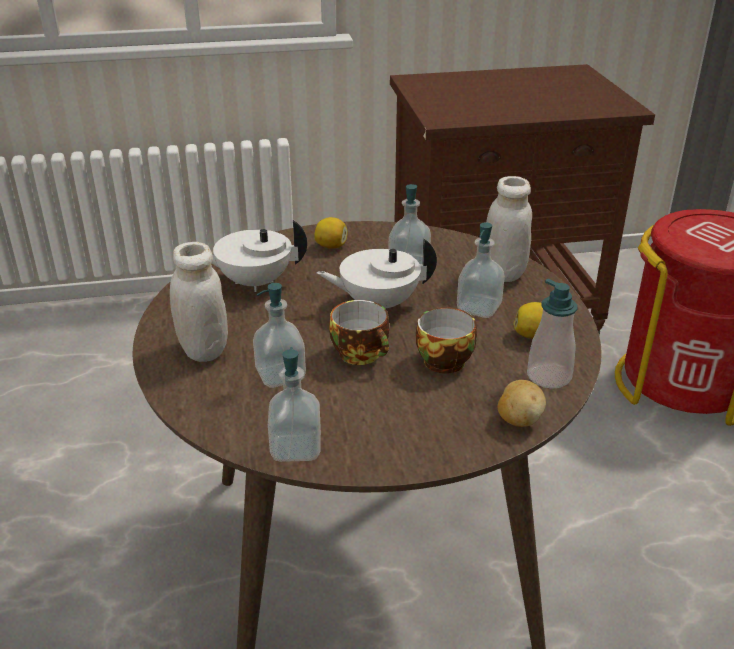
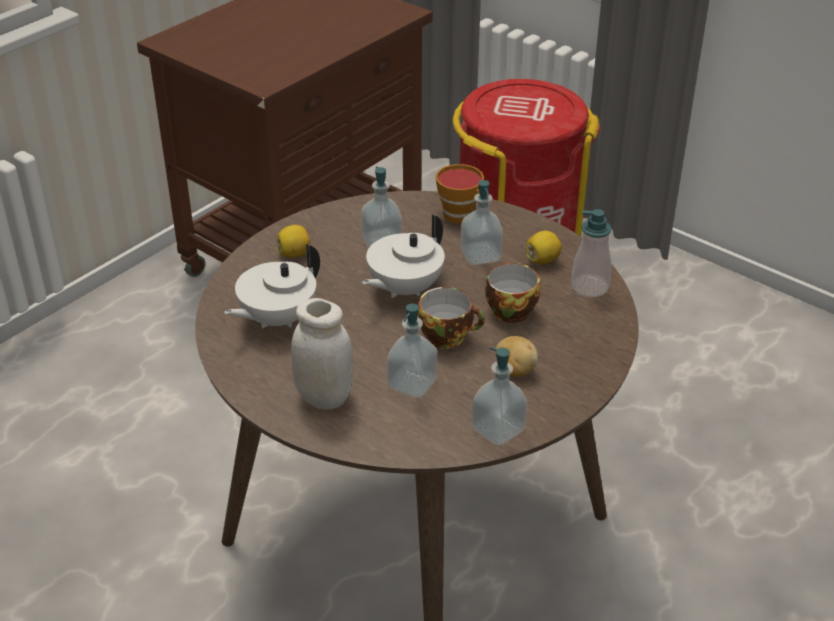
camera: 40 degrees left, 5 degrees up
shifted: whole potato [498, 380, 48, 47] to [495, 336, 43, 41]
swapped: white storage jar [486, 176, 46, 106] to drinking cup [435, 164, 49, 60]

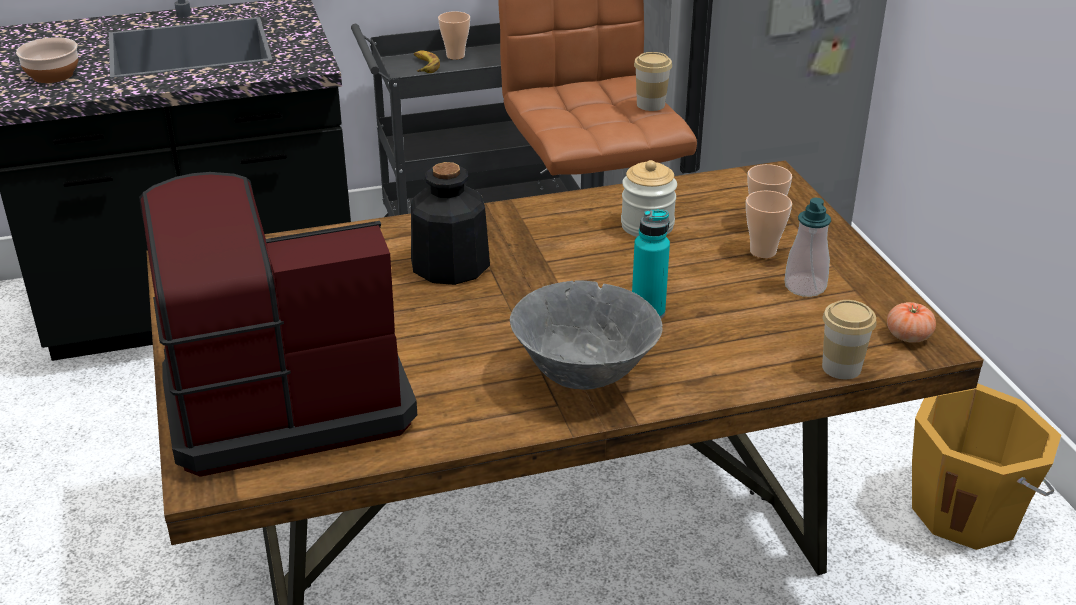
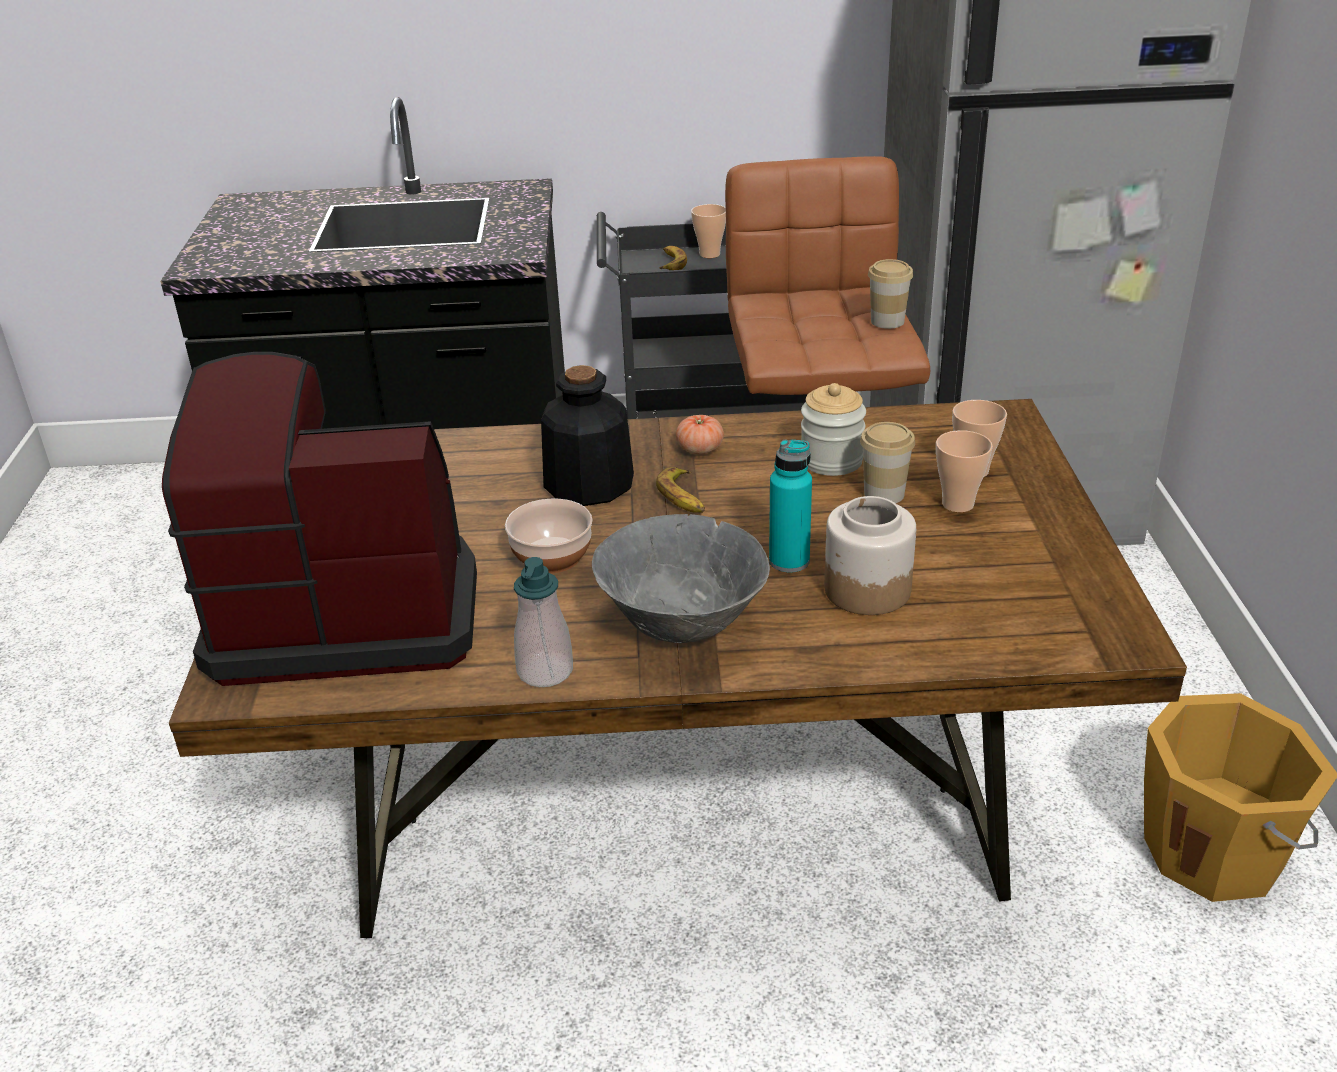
camera: 15 degrees right, 0 degrees up
new: whole banana [656, 467, 49, 46]; storage jar [824, 496, 92, 119]
shifted: serving bowl [16, 37, 62, 46] to [505, 499, 88, 75]; soap bottle [784, 198, 47, 99] to [514, 557, 59, 130]; fresh tomato [887, 302, 49, 41] to [676, 415, 48, 39]; drinking cup [822, 300, 54, 79] to [860, 422, 55, 81]

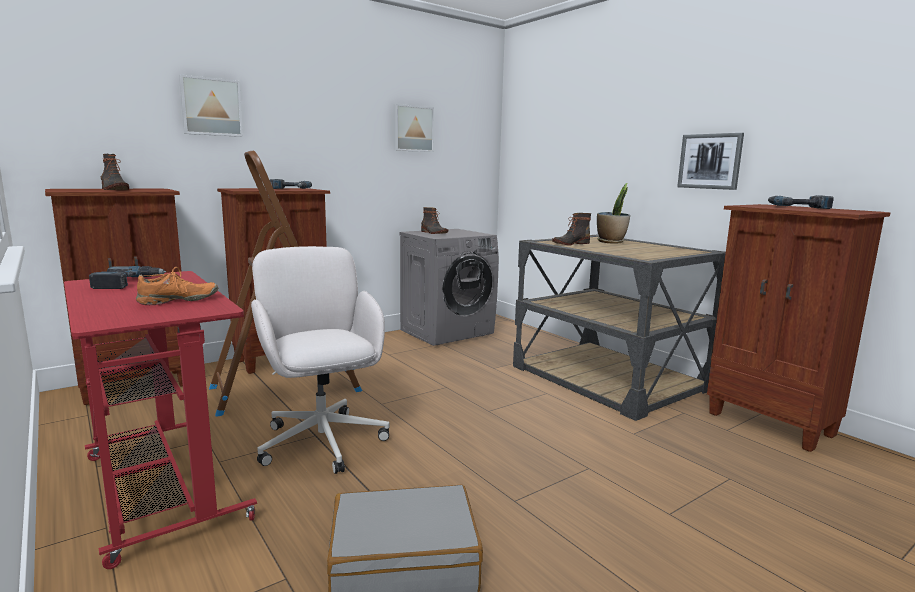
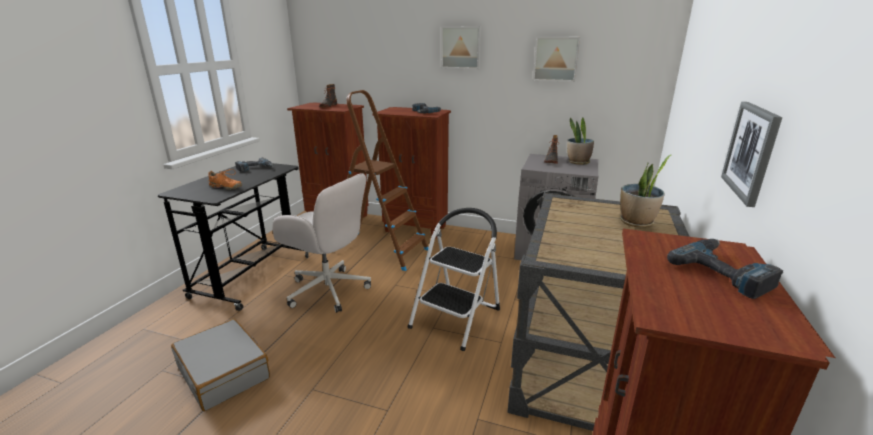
camera: 55 degrees right, 10 degrees up
gone: tall boot [552, 213, 39, 33]
new: step ladder [407, 208, 93, 143]; houseplant [567, 118, 27, 47]
shifted: wall picture [179, 74, 64, 63] to [441, 26, 40, 43]
repainted: reddish desk [64, 271, 193, 298] to black desk [158, 161, 151, 150]
rotated: white office chair [251, 246, 138, 228] = [273, 173, 98, 140] 90 degrees clockwise

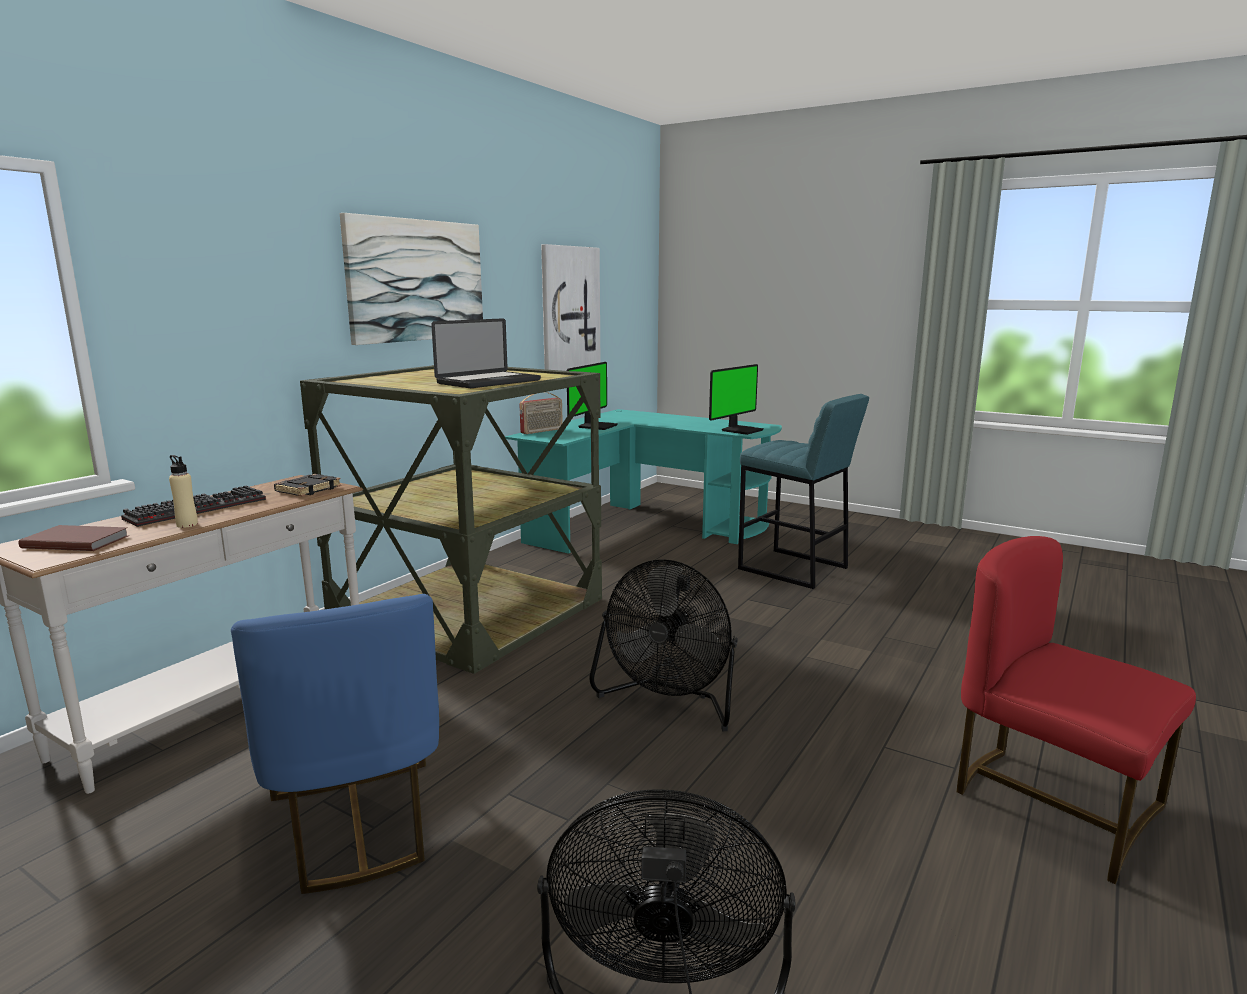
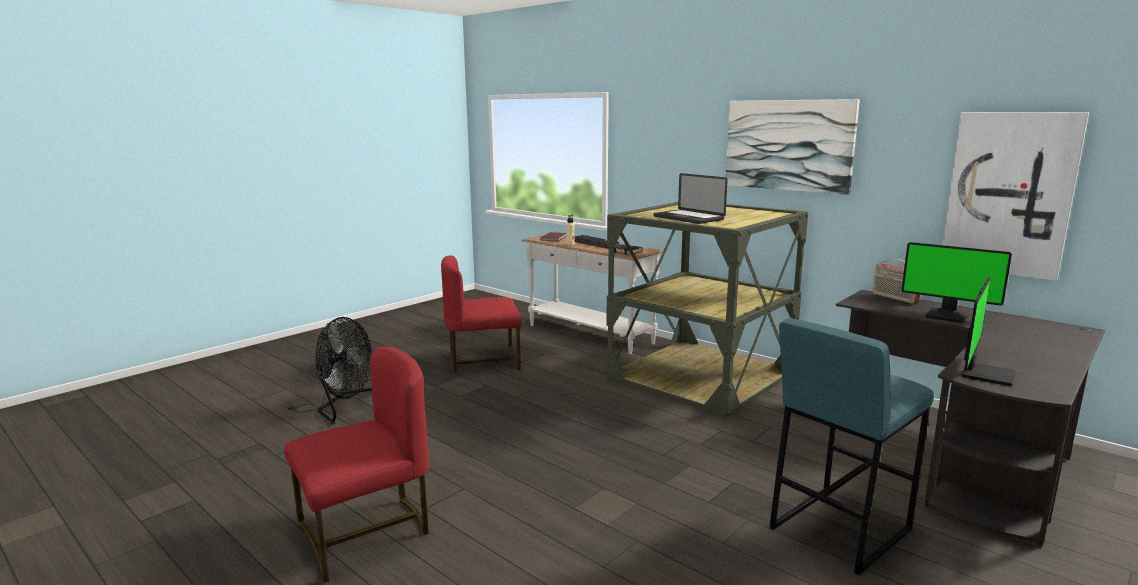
camera: 100 degrees right, 0 degrees up
gone: black cooling fan [589, 560, 149, 171]
repainted: blue-coloured upright chair [231, 594, 208, 300] to reddish upright chair [441, 255, 81, 117]; blue-green desk [505, 409, 277, 145] to black desk [836, 290, 269, 257]
rotated: computer screen [709, 364, 55, 71] = [962, 277, 54, 109] 105 degrees counterclockwise

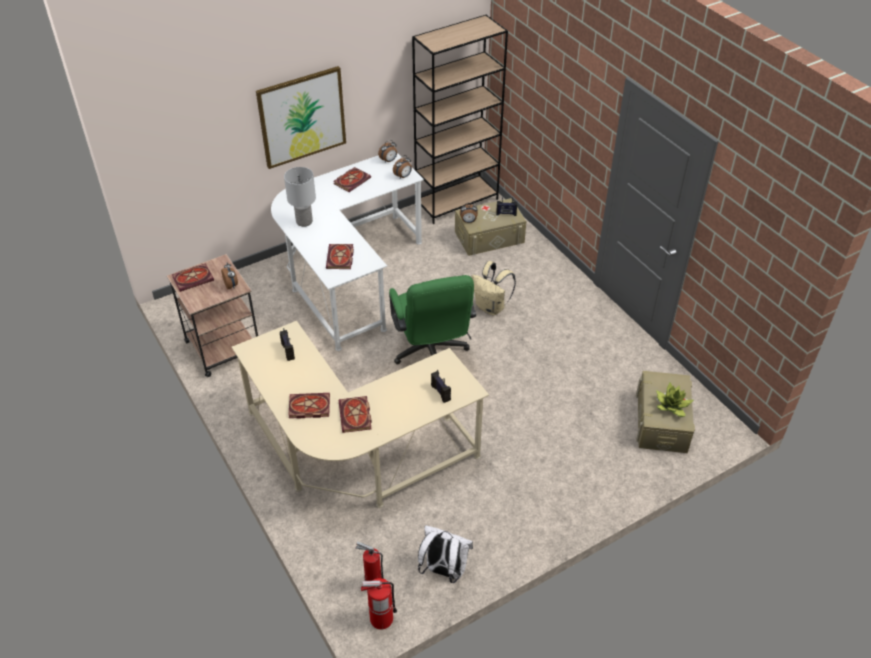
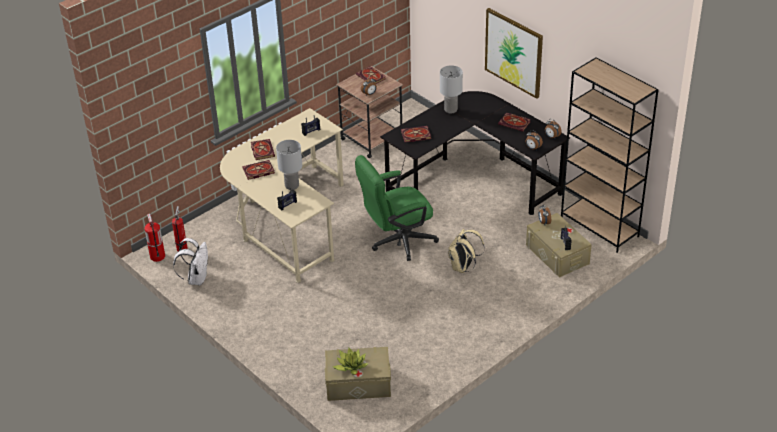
camera: 80 degrees right, 5 degrees down
new: gray lamp for a table [276, 140, 26, 50]
repainted: white desk [271, 153, 153, 198] to black desk [380, 91, 190, 124]

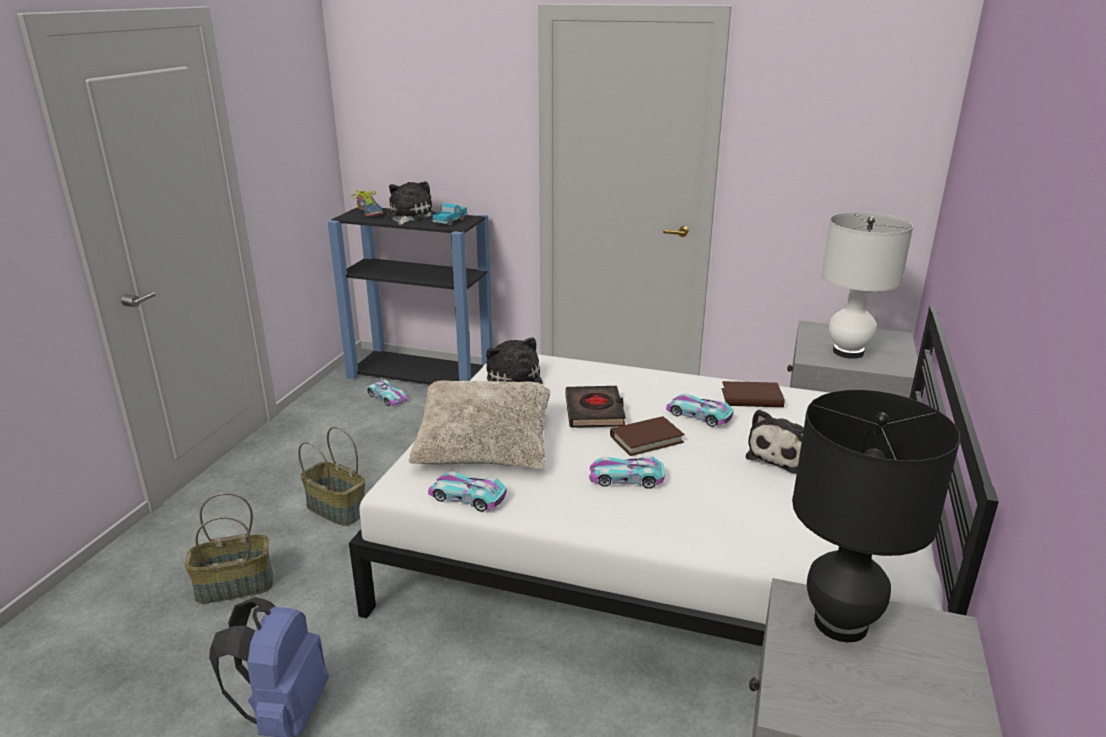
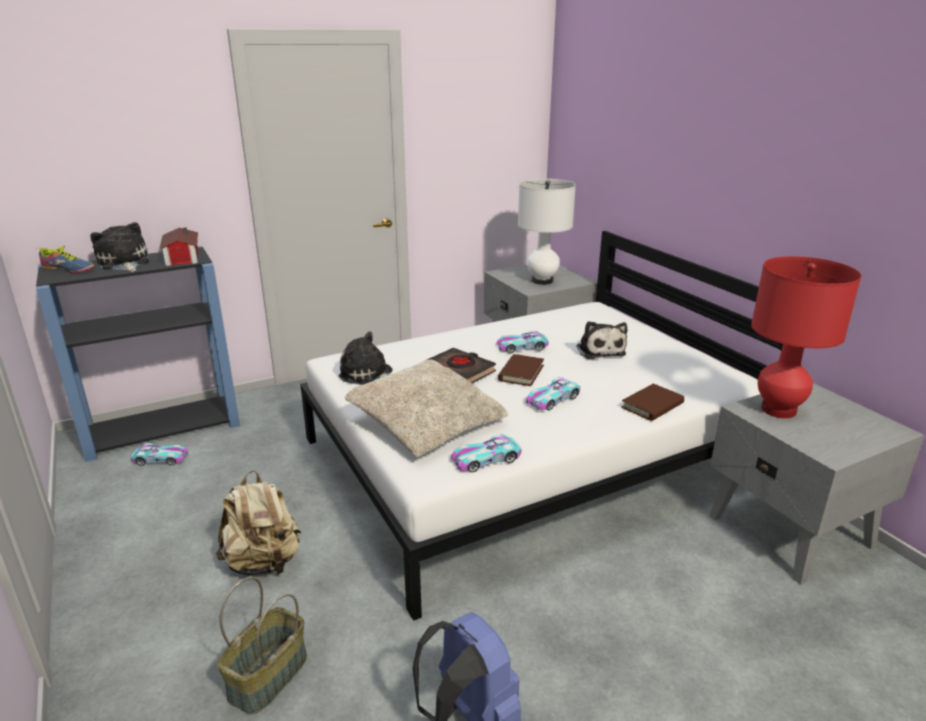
camera: 45 degrees left, 0 degrees up
shifted: brown-coloured volume [722, 381, 63, 26] to [621, 384, 63, 37]
swapped: toy truck [433, 203, 34, 23] to miniature house [159, 227, 39, 39]; household basket [298, 426, 67, 100] to beige knapsack [216, 470, 85, 106]
repainted: black lamp for a table [792, 390, 168, 252] to reddish lamp for a table [751, 256, 111, 162]

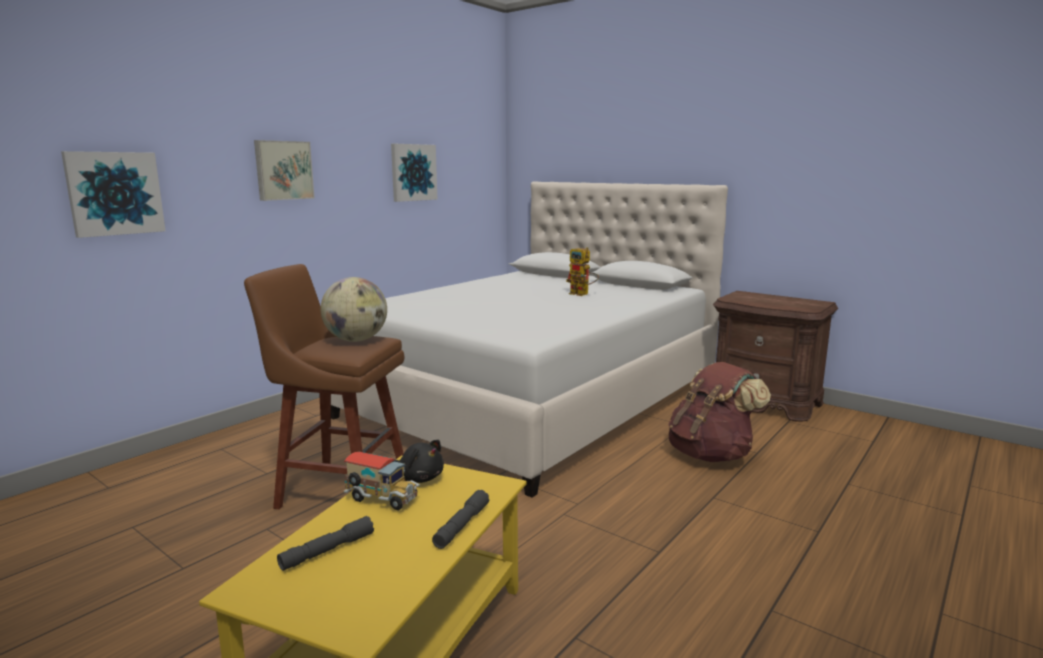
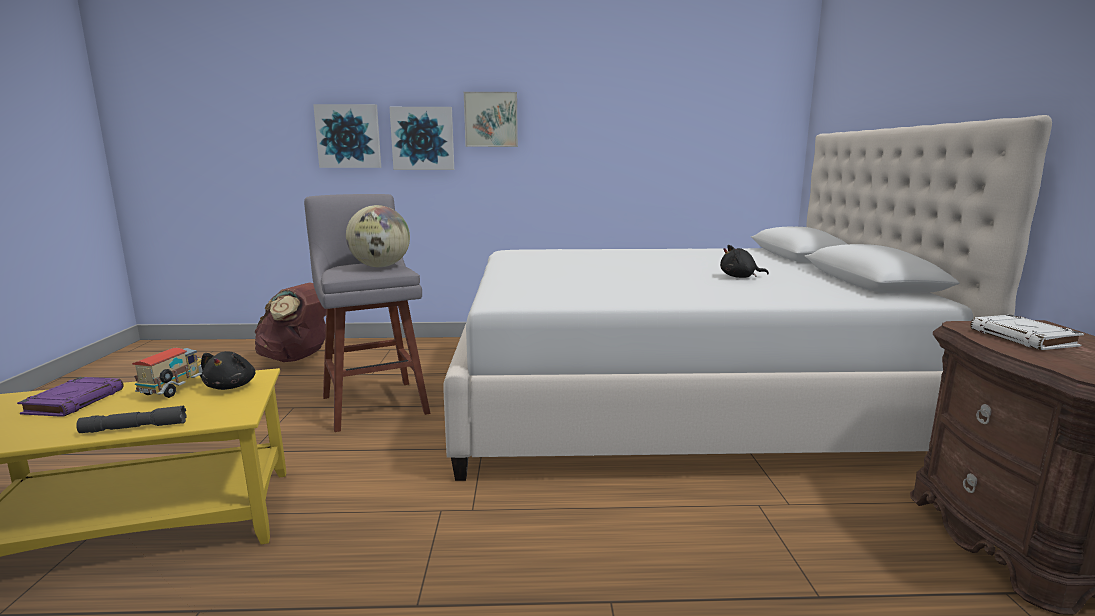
camera: 50 degrees right, 0 degrees up
new: white volume [970, 315, 114, 35]
shifted: brown-coloured knapsack [668, 362, 103, 100] to [255, 283, 71, 79]; wall picture [391, 144, 46, 58] to [389, 107, 65, 63]
swapped: gray flashlight [277, 516, 97, 55] to purplish volume [17, 377, 107, 40]; robot figure [566, 247, 33, 49] to black plush toy [720, 245, 49, 33]
repainted: brown-coloured stool [244, 264, 160, 245] to gray stool [304, 194, 127, 238]
rotated: toy truck [344, 452, 76, 58] = [132, 348, 71, 50] 150 degrees counterclockwise

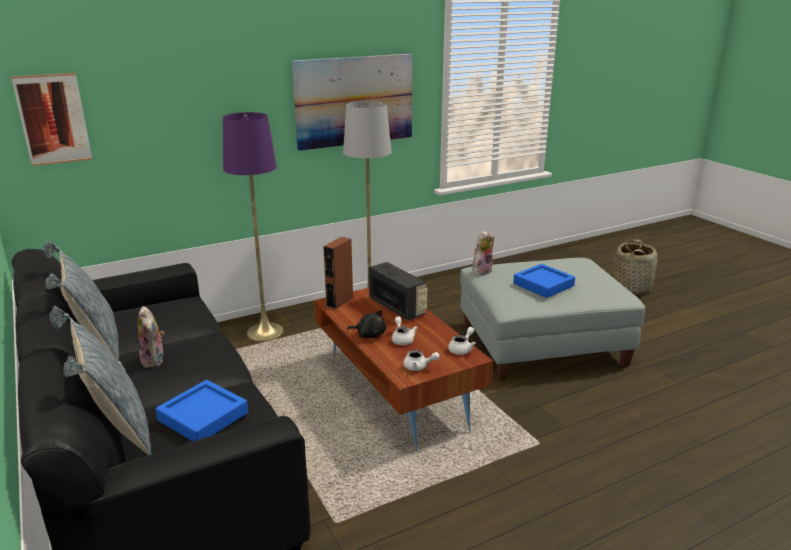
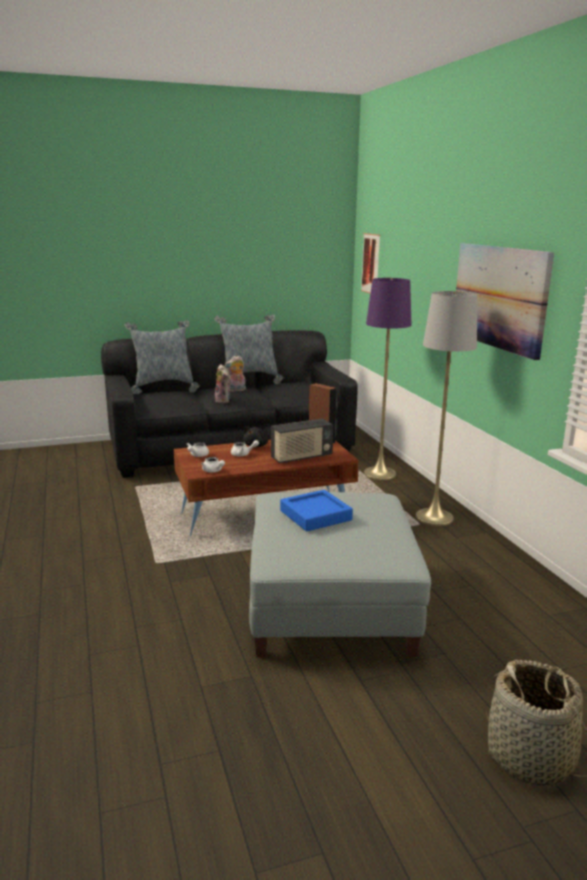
camera: 100 degrees right, 5 degrees down
gone: blue-coloured carrying tray [156, 380, 92, 61]
shifted: plush toy [473, 230, 21, 45] to [215, 364, 16, 39]

